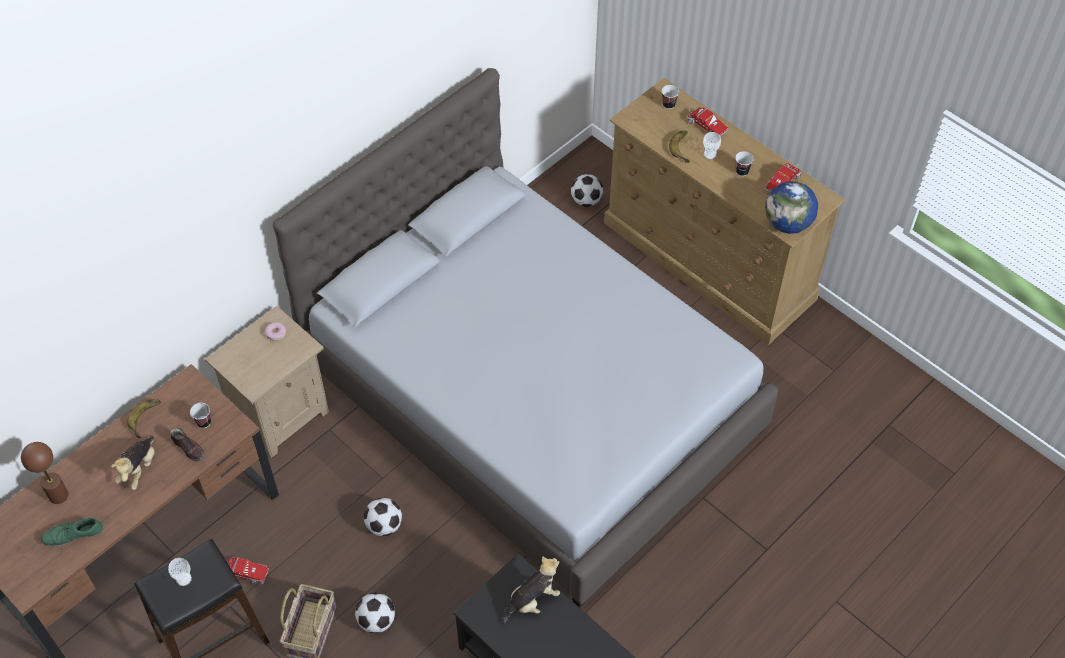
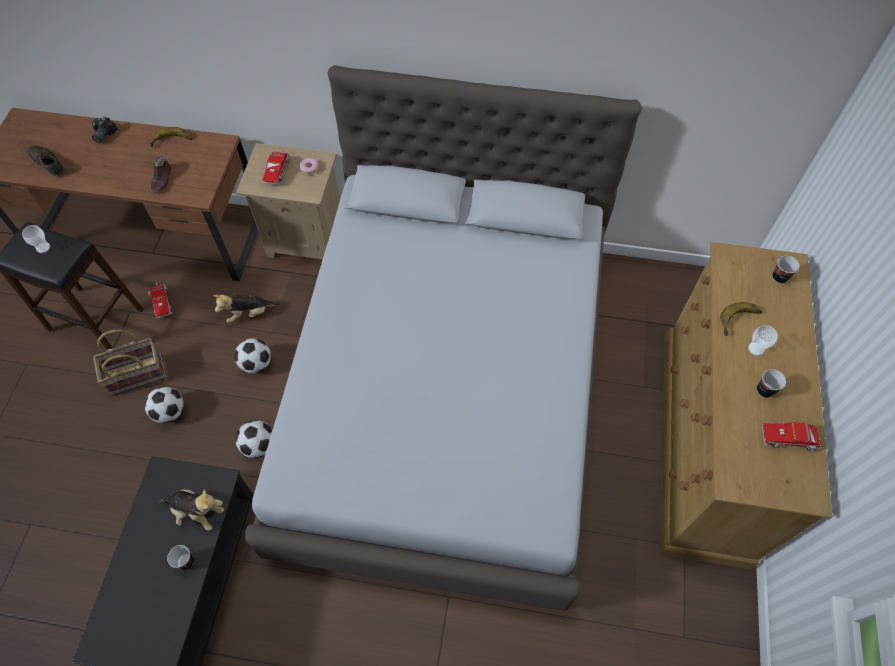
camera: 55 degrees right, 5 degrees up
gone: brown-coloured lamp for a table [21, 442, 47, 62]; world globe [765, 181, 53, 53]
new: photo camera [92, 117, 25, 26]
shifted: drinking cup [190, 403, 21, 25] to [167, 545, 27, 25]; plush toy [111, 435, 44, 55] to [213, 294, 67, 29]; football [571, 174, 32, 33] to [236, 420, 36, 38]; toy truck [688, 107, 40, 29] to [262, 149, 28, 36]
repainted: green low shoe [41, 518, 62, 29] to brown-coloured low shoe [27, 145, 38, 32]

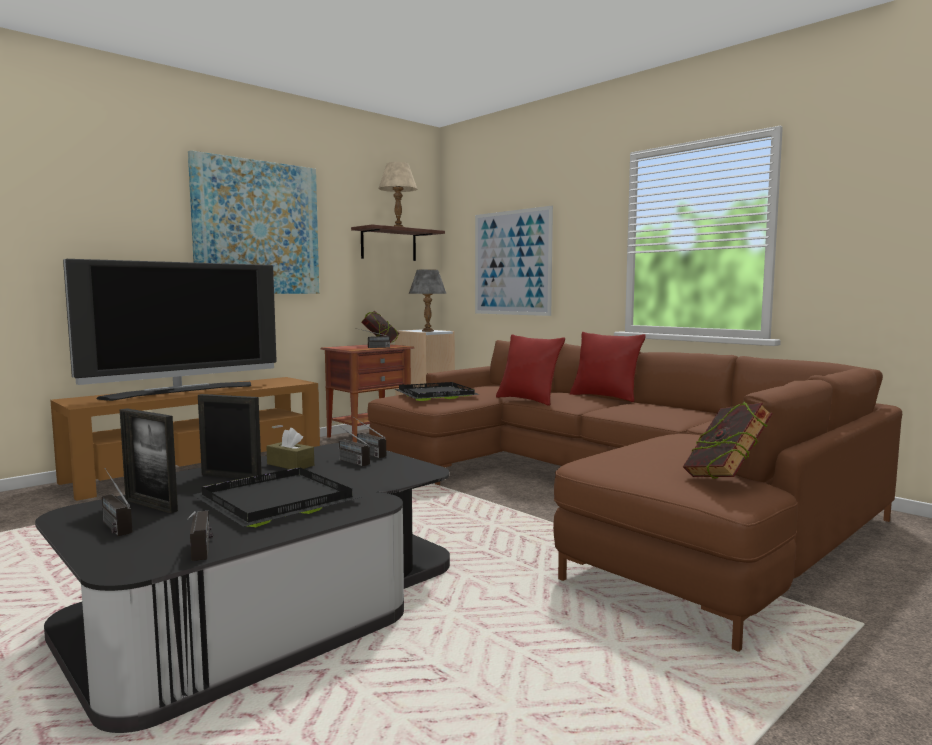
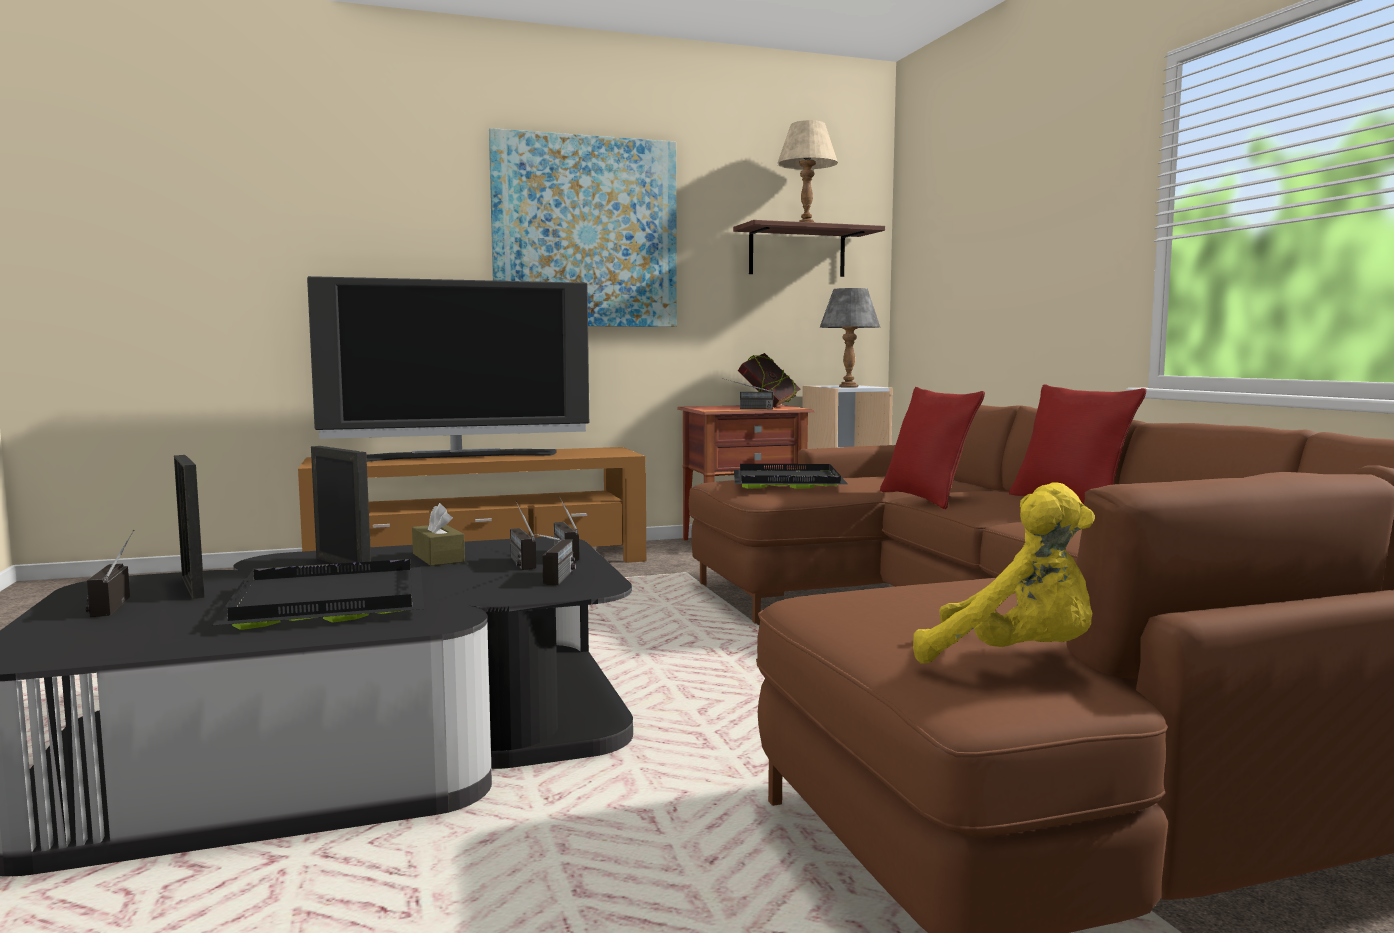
camera: 25 degrees right, 0 degrees up
gone: wall picture [475, 206, 78, 110]
shifted: radio set [187, 511, 26, 50] to [533, 533, 43, 52]
swapped: volume [683, 401, 90, 78] to yellow plush toy [913, 482, 182, 182]

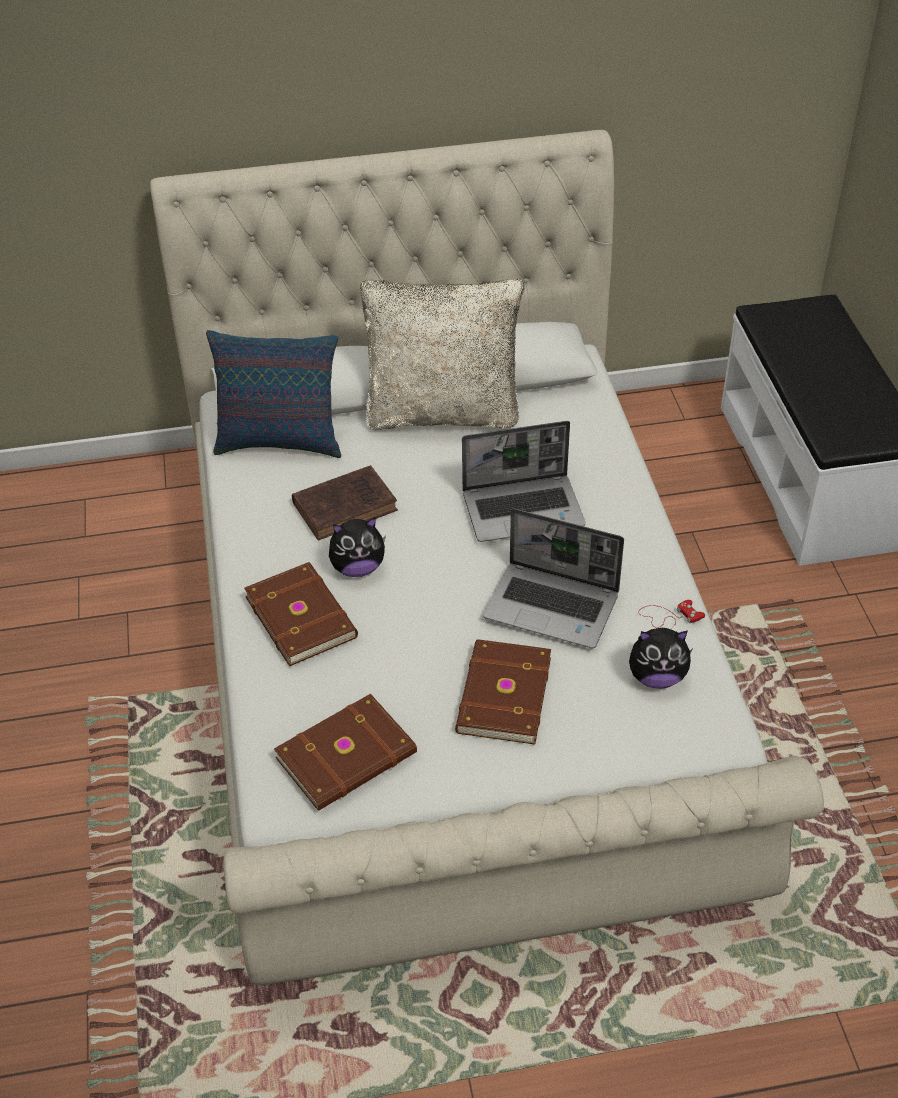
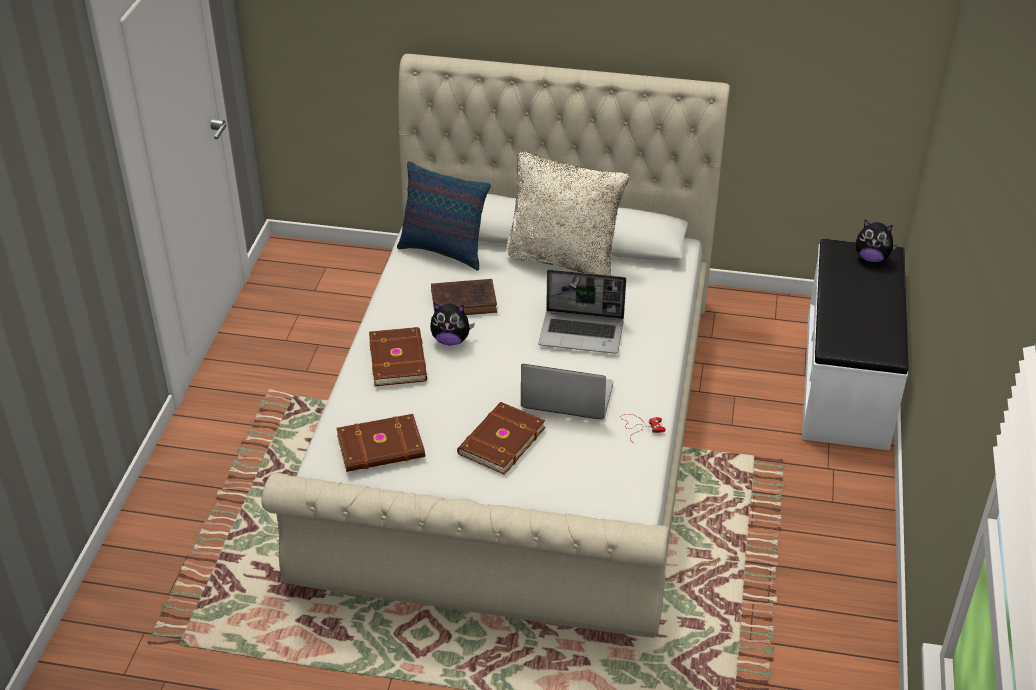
camera: 20 degrees right, 5 degrees down
shifted: plush toy [629, 628, 64, 61] to [856, 220, 42, 42]
rotated: notebook computer [483, 508, 141, 141] = [521, 364, 92, 55] 150 degrees clockwise

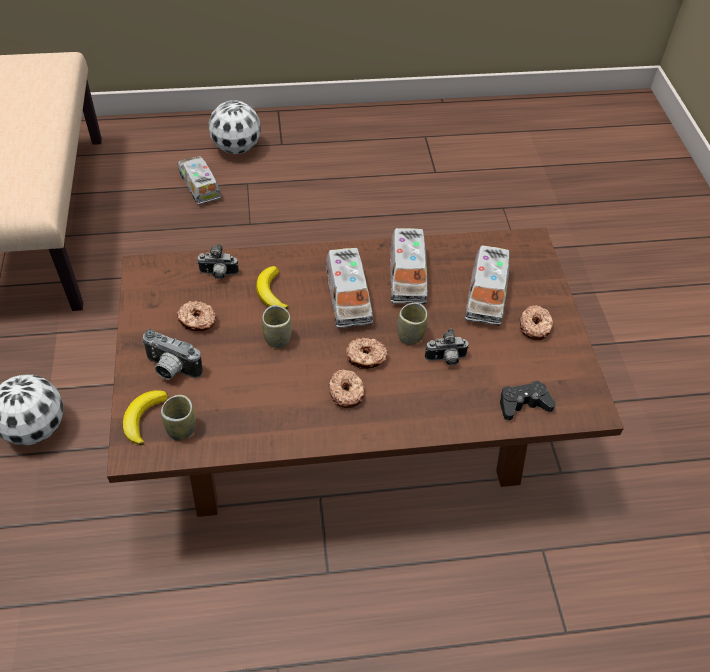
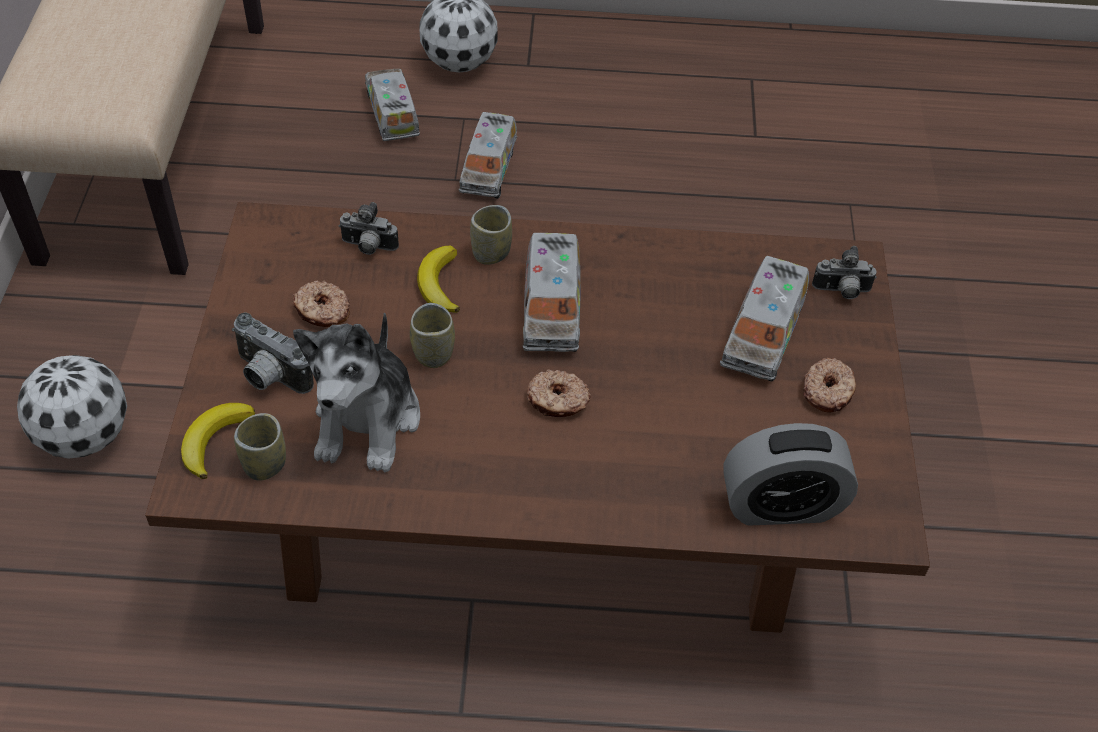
camera: 10 degrees right, 0 degrees up
gone: doughnut [329, 369, 35, 39]
new: plush toy [293, 312, 127, 160]
shifted: toy truck [390, 228, 38, 76] to [459, 112, 58, 87]; drinking cup [397, 303, 31, 42] to [470, 205, 42, 60]; photo camera [425, 328, 44, 37] to [812, 246, 65, 53]
swapped: black gamepad [500, 381, 56, 39] to bedside clock [723, 423, 135, 103]

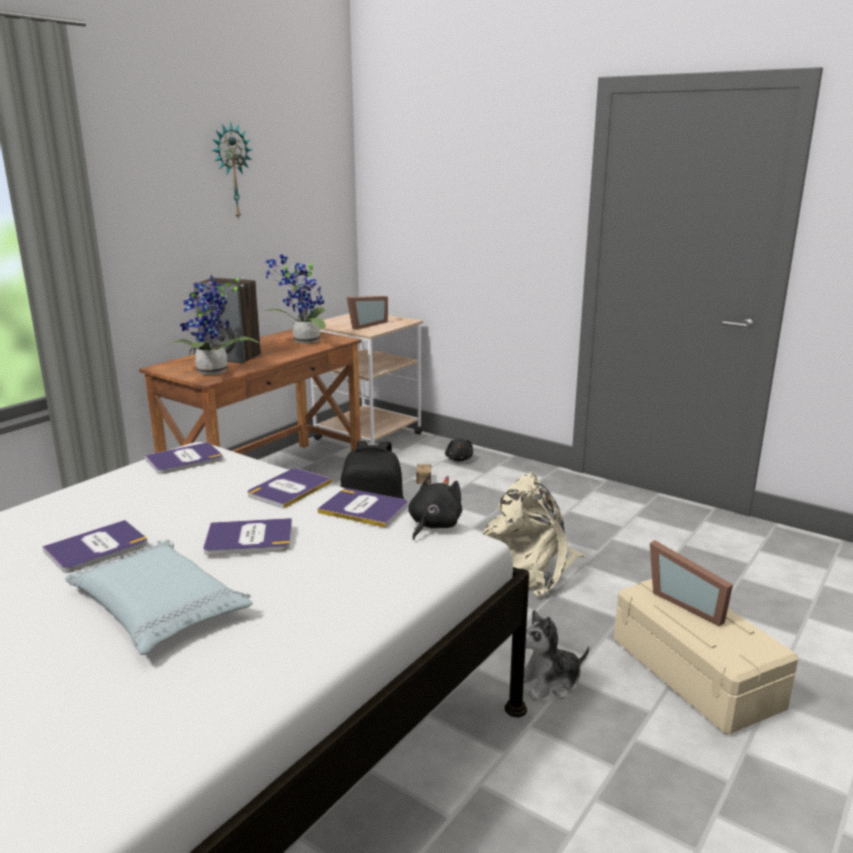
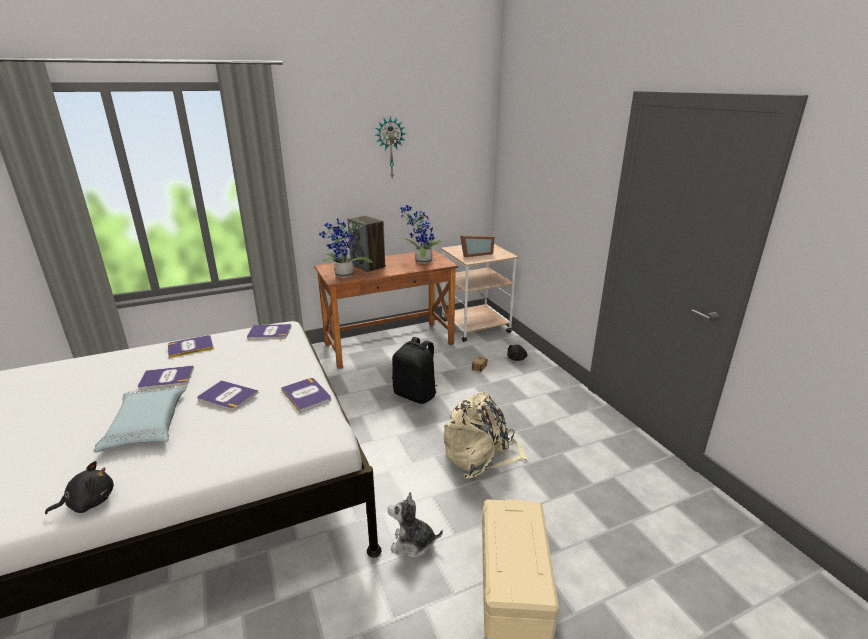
camera: 30 degrees right, 5 degrees up
gone: photo frame [650, 540, 83, 86]
shifted: black plush toy [408, 474, 54, 66] to [45, 461, 69, 53]; volume [248, 468, 84, 41] to [168, 335, 46, 23]

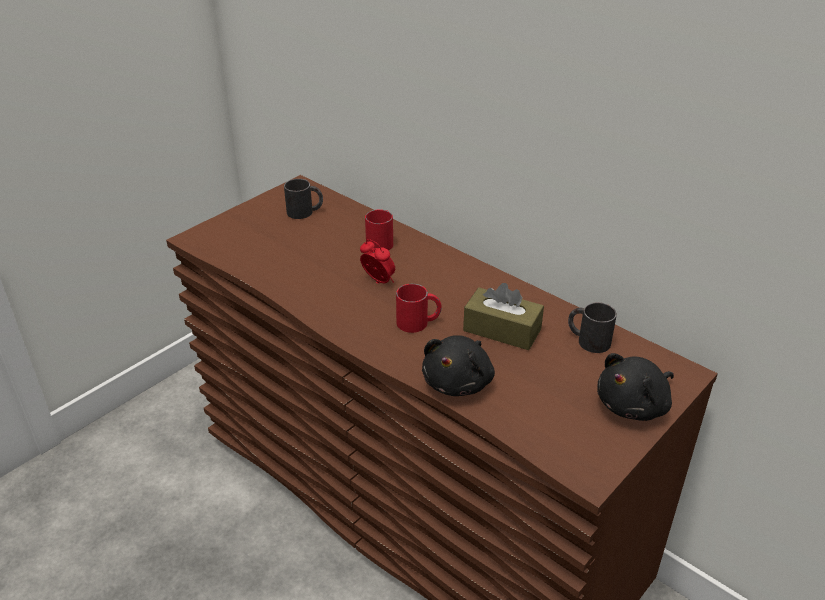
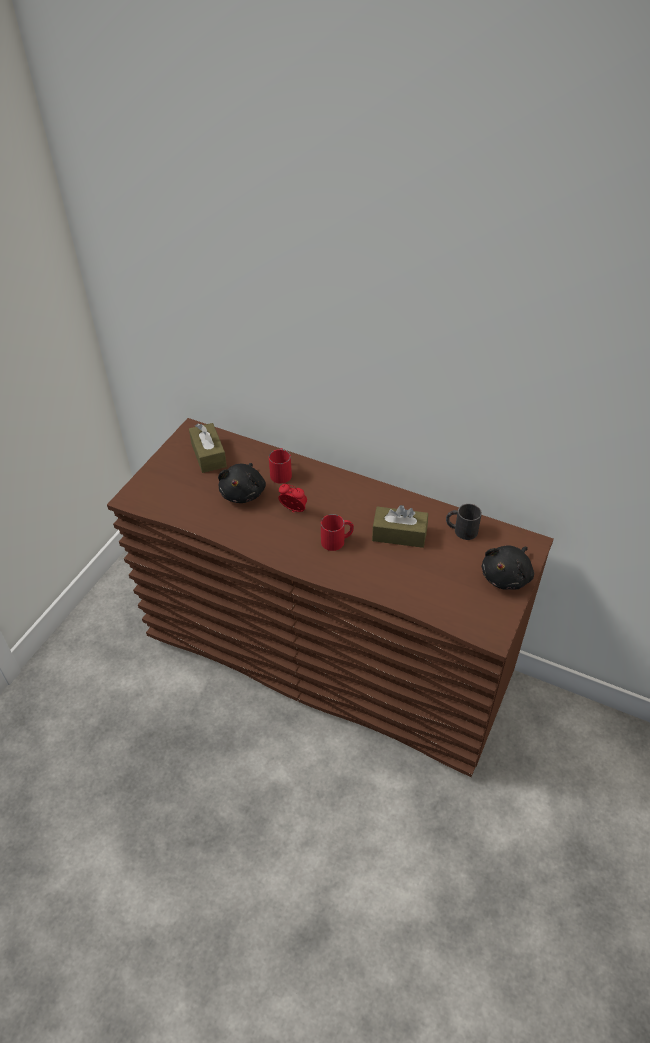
camera: 15 degrees left, 10 degrees up
shifted: black plush toy [422, 335, 73, 61] to [218, 463, 48, 40]
swapped: black tea mug [284, 179, 39, 40] to brown-coloured tissue holder [189, 423, 38, 50]

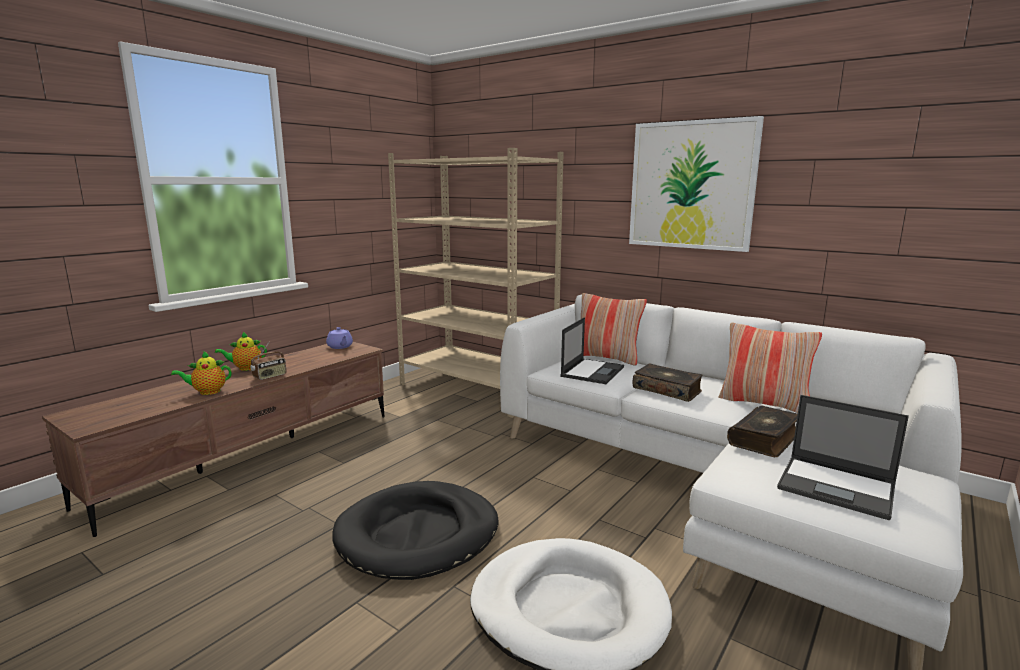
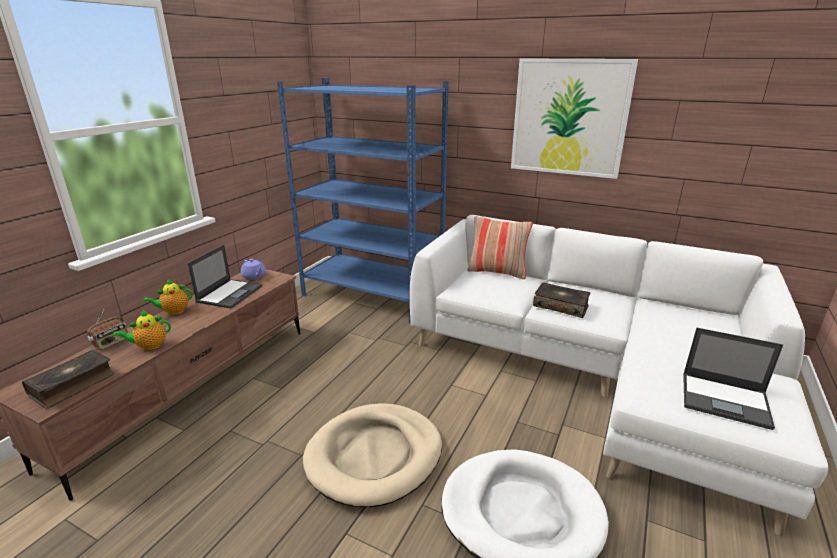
camera: 10 degrees left, 10 degrees up
gone: cushion [718, 323, 104, 90]
shifted: volume [727, 405, 71, 52] to [22, 350, 93, 58]; radio set [250, 342, 36, 38] to [87, 308, 41, 42]; notebook computer [560, 317, 64, 67] to [188, 245, 74, 63]
repainted: beige bookcase [388, 148, 176, 270] to blue-coloured bookcase [277, 78, 172, 245]; black dog bed [333, 481, 165, 99] to beige dog bed [303, 403, 139, 105]

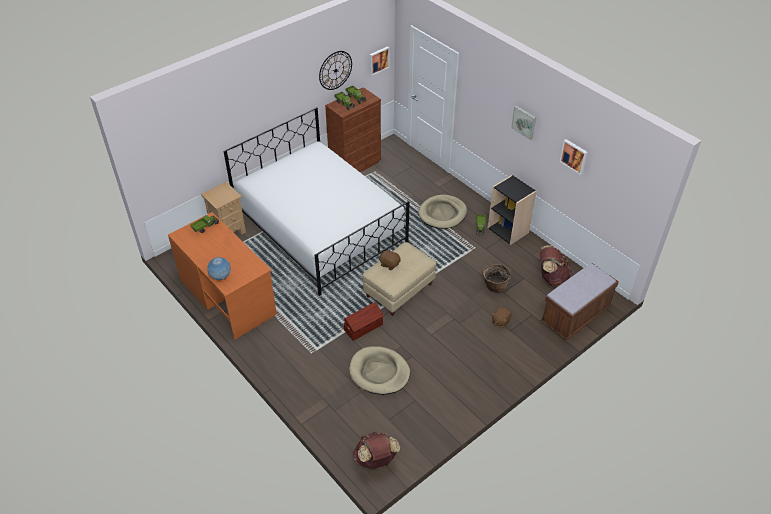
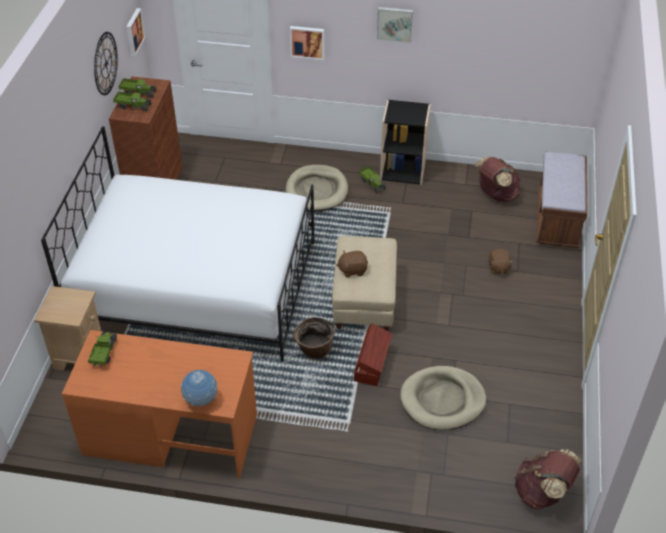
camera: 40 degrees left, 0 degrees up
shifted: wall picture [560, 139, 28, 36] to [290, 26, 34, 34]; household basket [483, 264, 28, 29] to [293, 317, 43, 42]

